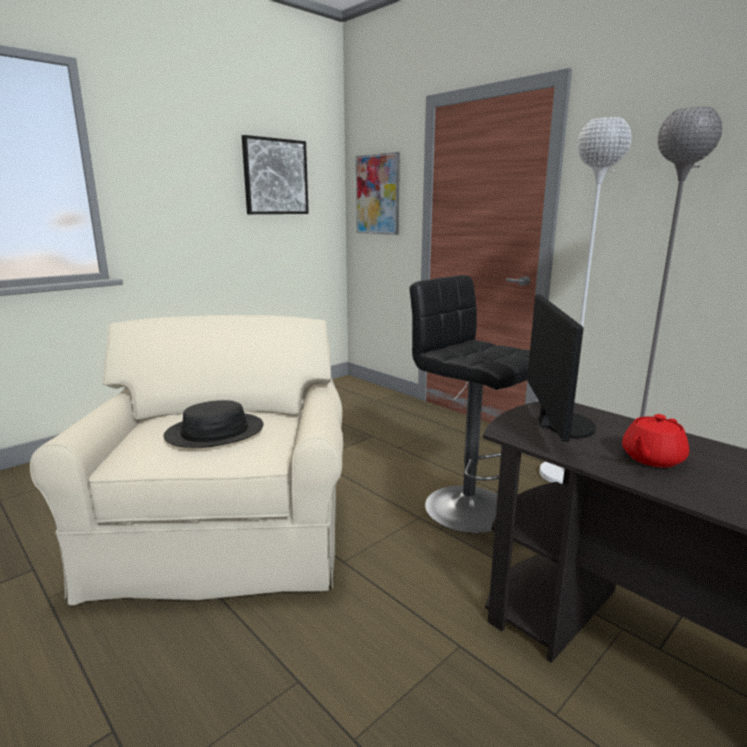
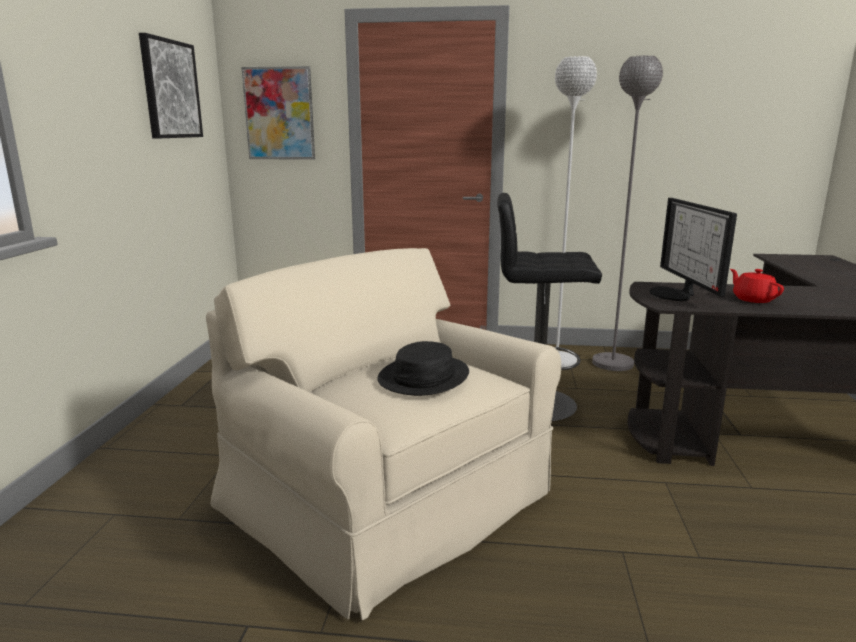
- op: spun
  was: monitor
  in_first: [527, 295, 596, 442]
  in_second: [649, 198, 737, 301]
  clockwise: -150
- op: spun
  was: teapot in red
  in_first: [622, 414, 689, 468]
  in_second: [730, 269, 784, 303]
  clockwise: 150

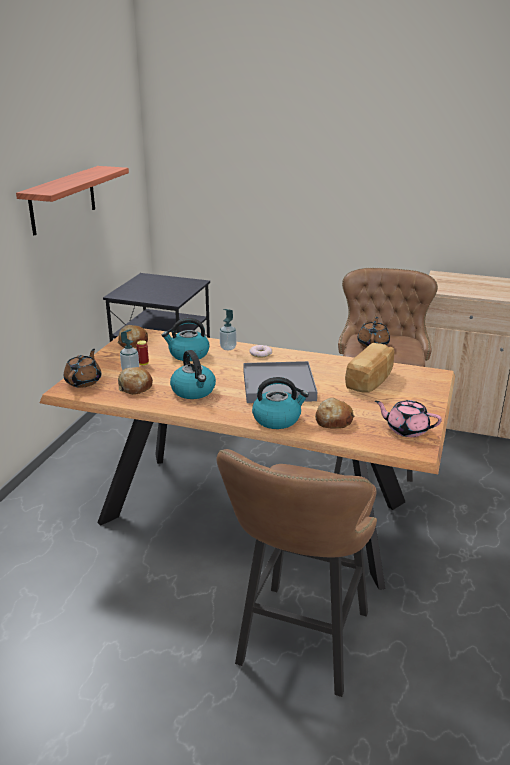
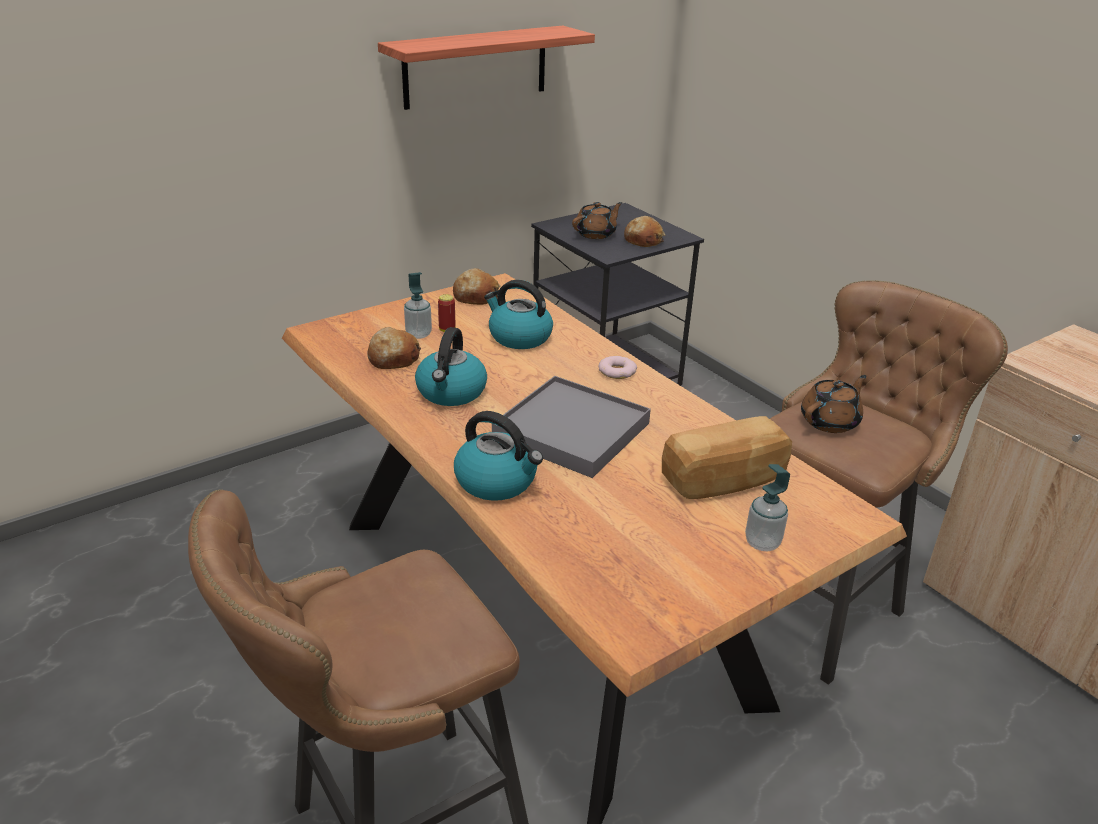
- op: relocated
  was: soap dispenser
  in_first: [220, 309, 237, 350]
  in_second: [745, 464, 790, 551]
- op: relocated
  was: teapot in brown
  in_first: [64, 349, 101, 388]
  in_second: [572, 202, 623, 239]
- op: relocated
  was: bread
  in_first: [315, 398, 354, 429]
  in_second: [624, 216, 665, 247]
- op: missing
  was: teapot in pink
  in_first: [375, 400, 442, 437]

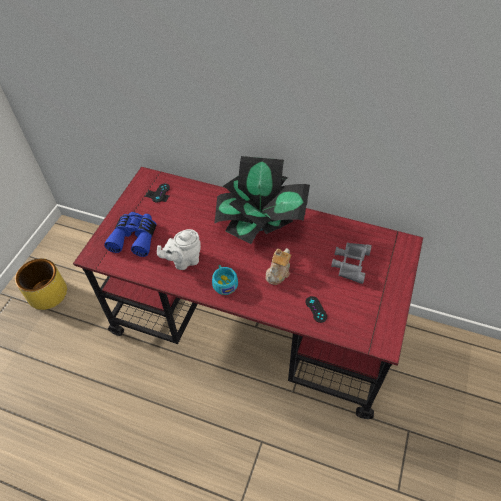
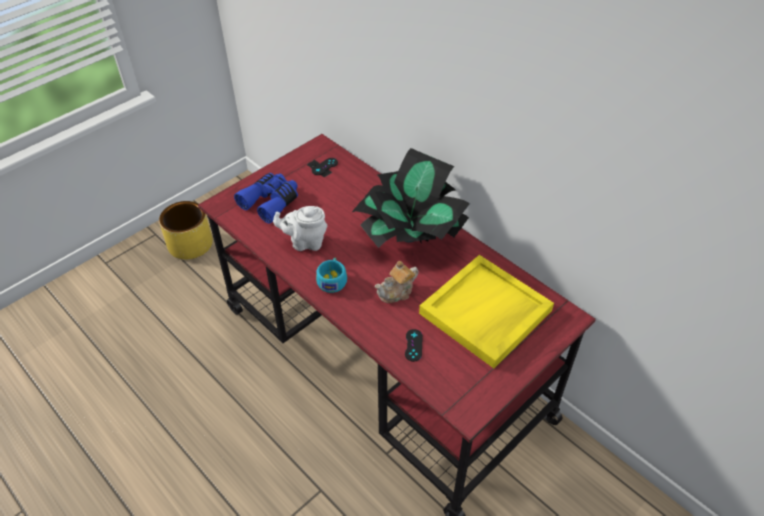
- op: exchanged
  was: binoculars in grey
  now: tray in yellow
  in_first: [331, 242, 372, 284]
  in_second: [419, 255, 554, 368]

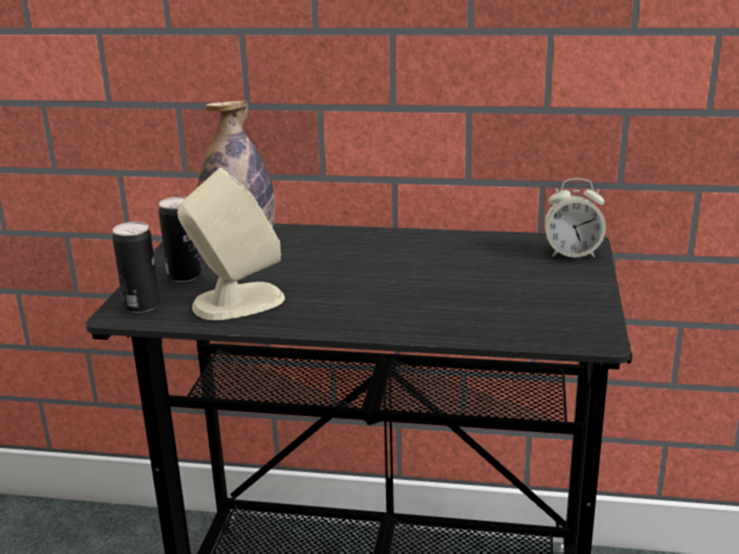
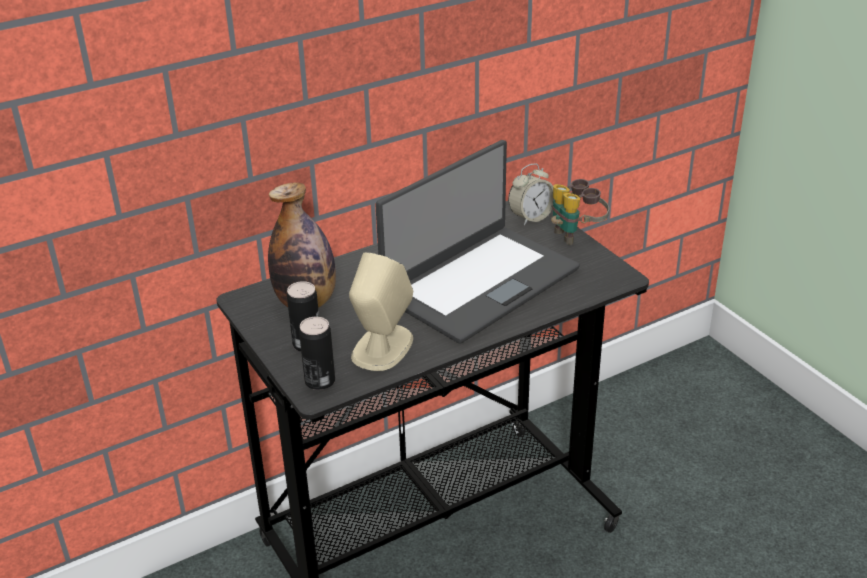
- op: appeared
  now: laptop
  in_second: [375, 140, 580, 344]
- op: appeared
  now: binoculars
  in_second: [551, 179, 609, 245]

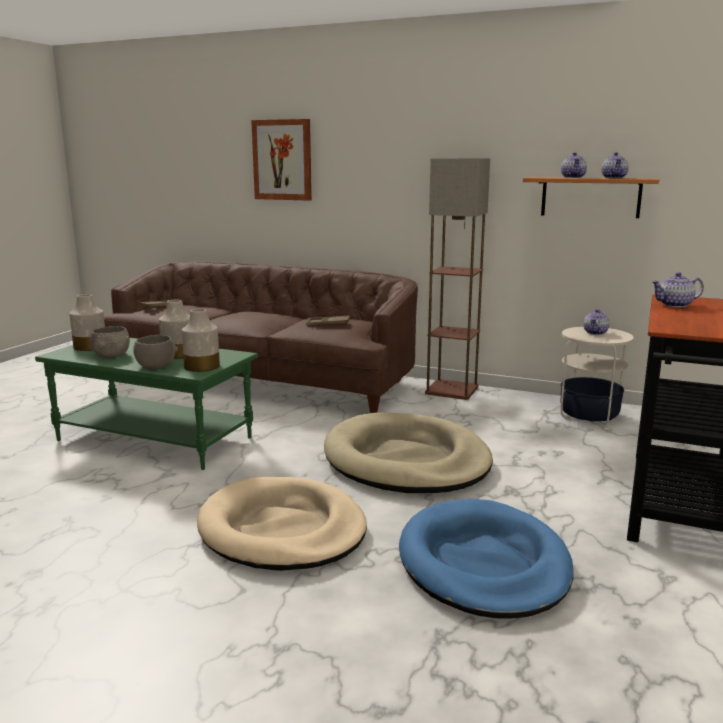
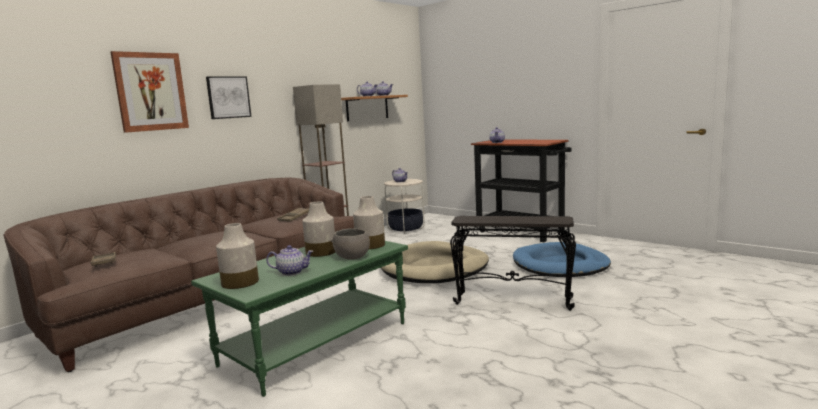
- op: exchanged
  was: bowl in grey
  now: teapot
  in_first: [90, 326, 130, 357]
  in_second: [266, 245, 314, 276]
- op: exchanged
  was: dog bed in beige
  now: side table in black
  in_first: [197, 477, 367, 571]
  in_second: [450, 216, 576, 311]
- op: appeared
  now: picture
  in_second: [206, 76, 251, 119]

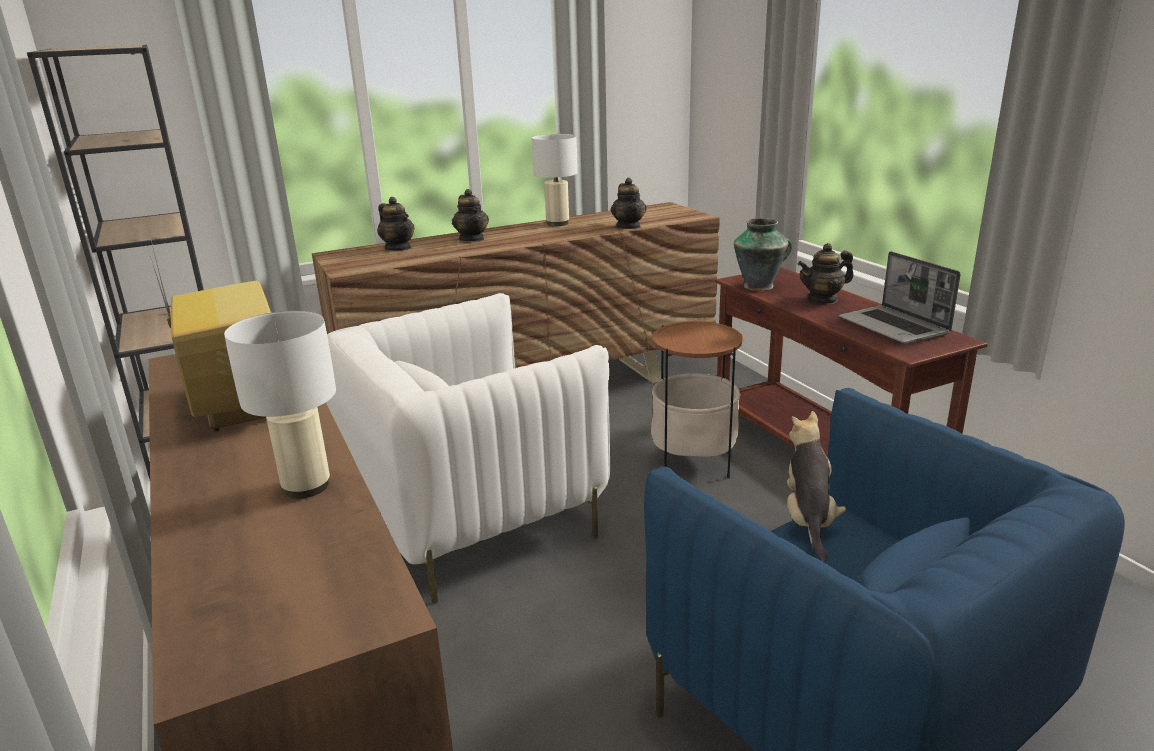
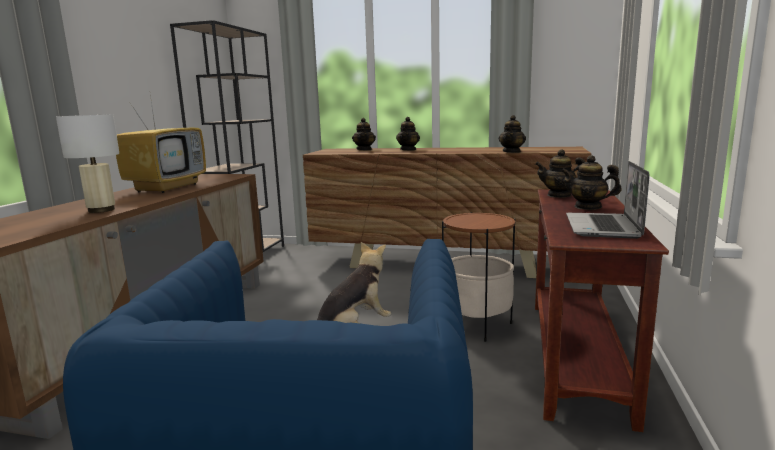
- op: missing
  was: table lamp in white
  in_first: [532, 134, 578, 226]
- op: exchanged
  was: vase
  now: teapot
  in_first: [734, 218, 792, 291]
  in_second: [535, 149, 585, 198]
- op: missing
  was: armchair in white
  in_first: [326, 293, 610, 604]

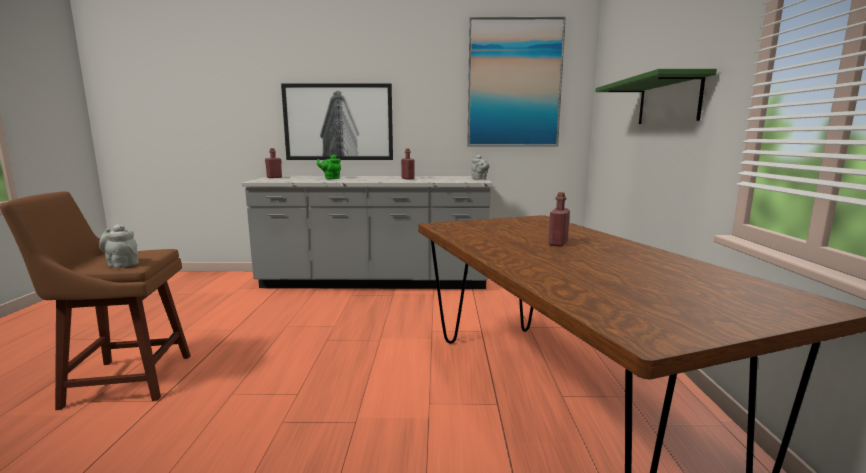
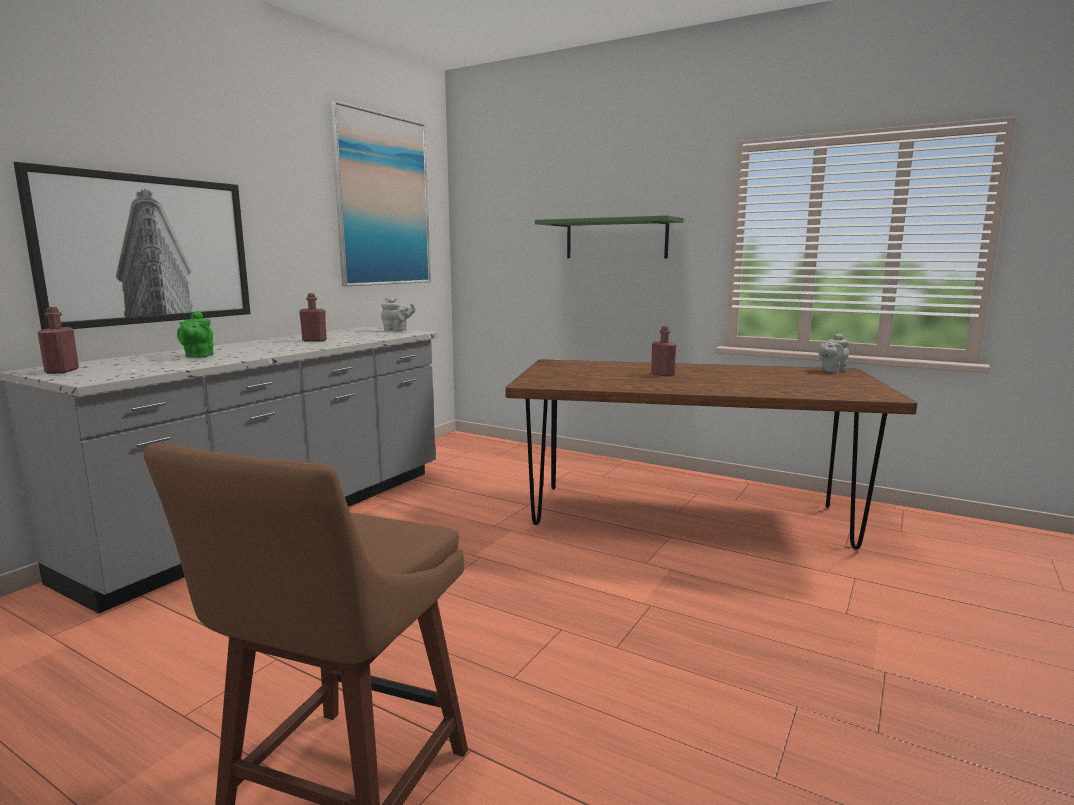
- op: relocated
  was: teapot in grey
  in_first: [99, 224, 139, 268]
  in_second: [818, 334, 849, 373]

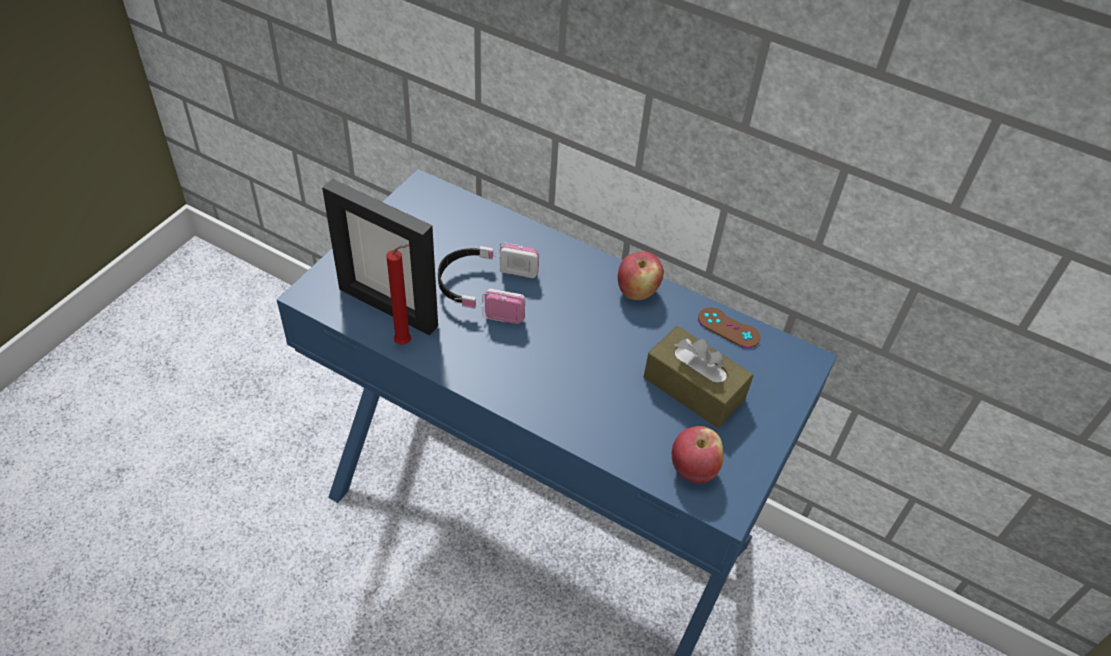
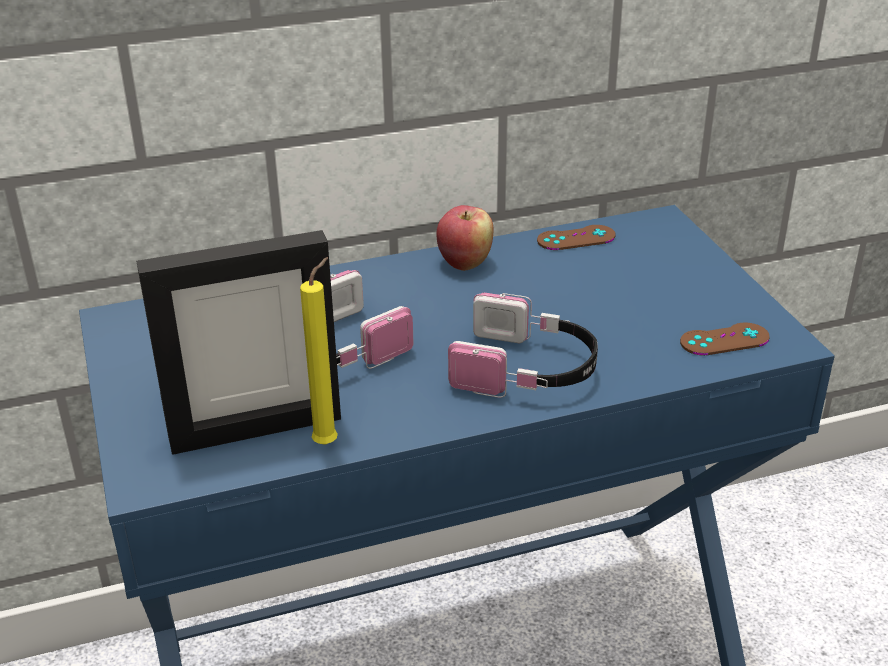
- op: colour
  was: candle in red
  now: candle in yellow
  in_first: [386, 244, 411, 345]
  in_second: [300, 257, 338, 445]
- op: missing
  was: tissue box in brown
  in_first: [644, 326, 754, 428]
- op: exchanged
  was: apple
  now: game controller in brown
  in_first: [672, 426, 724, 484]
  in_second: [680, 323, 770, 356]
- op: appeared
  now: headphones
  in_second: [448, 293, 598, 398]

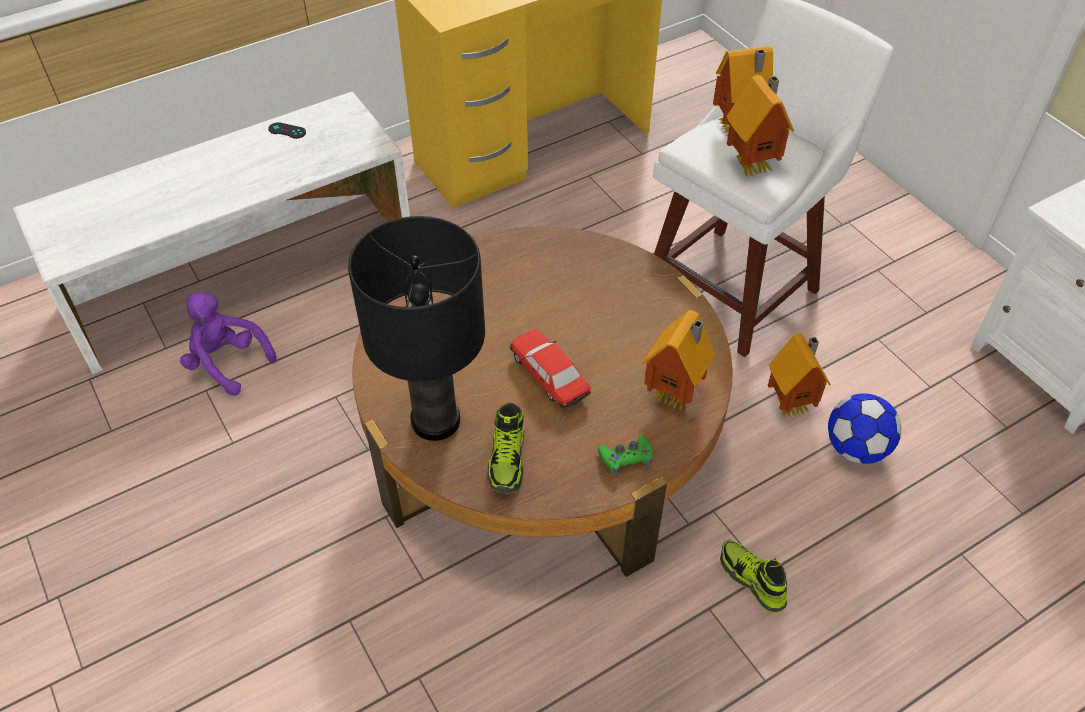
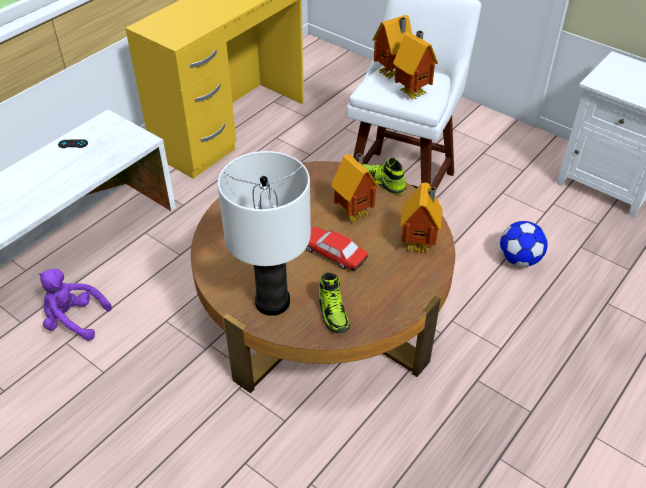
- op: colour
  was: table lamp in black
  now: table lamp in white
  in_first: [348, 216, 485, 441]
  in_second: [218, 151, 311, 316]
- op: relocated
  was: toy house
  in_first: [768, 333, 831, 418]
  in_second: [331, 153, 379, 222]
- op: missing
  was: game controller in green
  in_first: [598, 435, 652, 475]
- op: relocated
  was: shoe
  in_first: [720, 540, 787, 613]
  in_second: [363, 158, 406, 195]

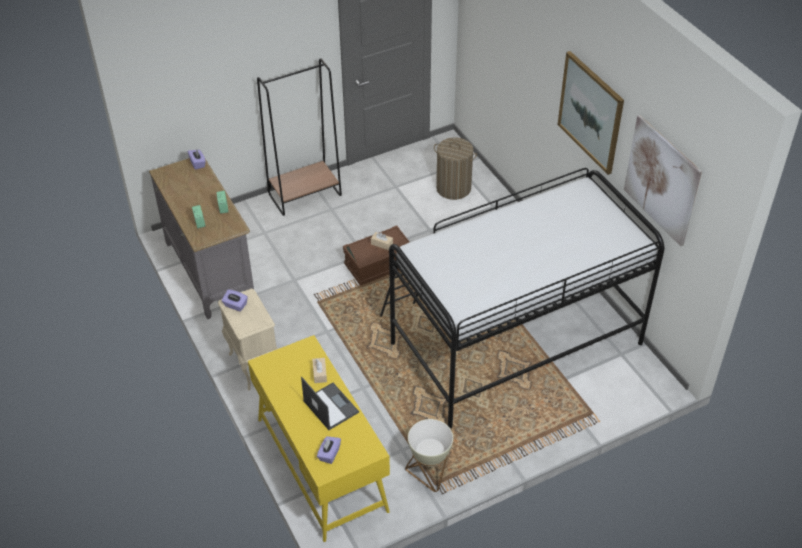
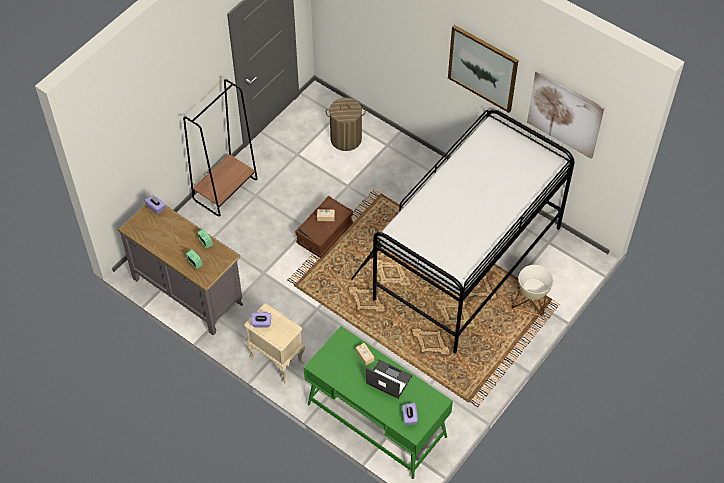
- op: colour
  was: desk in yellow
  now: desk in green
  in_first: [248, 335, 390, 542]
  in_second: [304, 326, 453, 479]
- op: relocated
  was: planter
  in_first: [405, 419, 453, 492]
  in_second: [512, 265, 553, 316]

